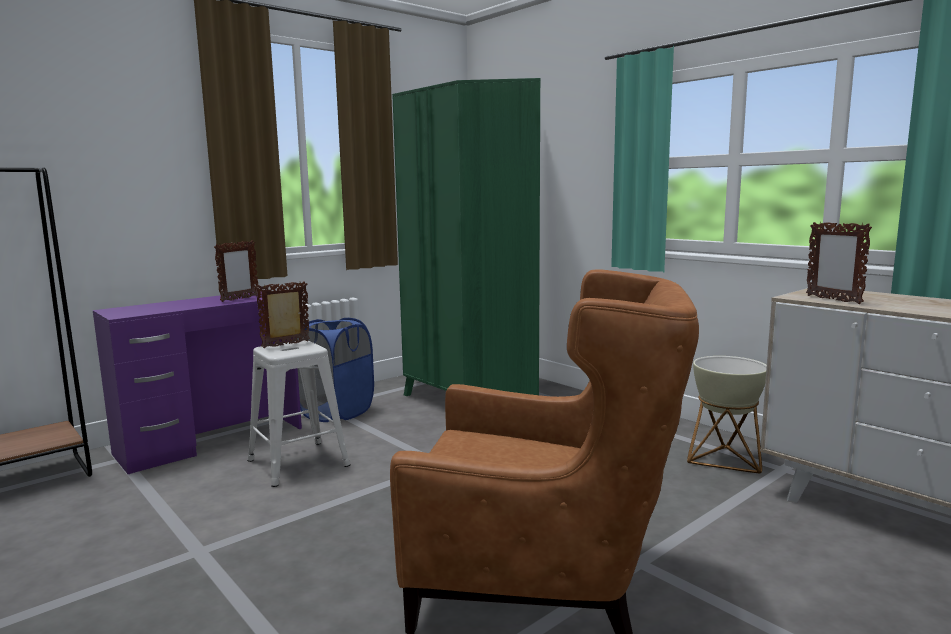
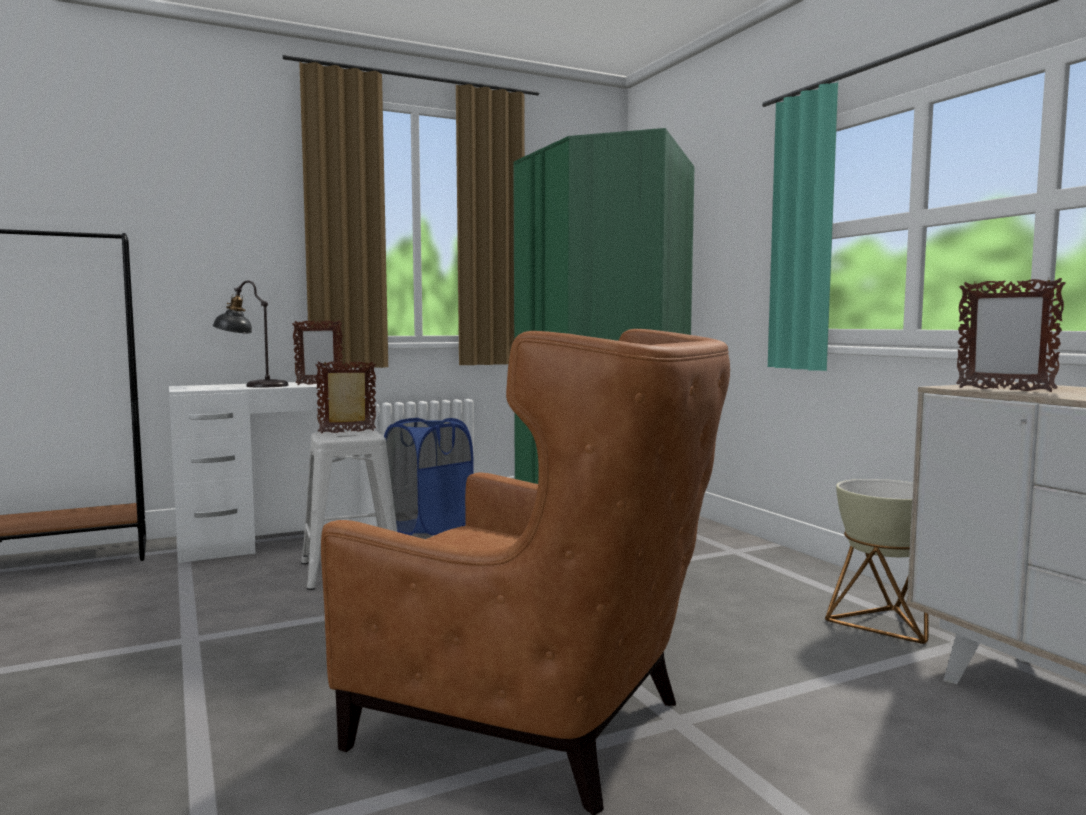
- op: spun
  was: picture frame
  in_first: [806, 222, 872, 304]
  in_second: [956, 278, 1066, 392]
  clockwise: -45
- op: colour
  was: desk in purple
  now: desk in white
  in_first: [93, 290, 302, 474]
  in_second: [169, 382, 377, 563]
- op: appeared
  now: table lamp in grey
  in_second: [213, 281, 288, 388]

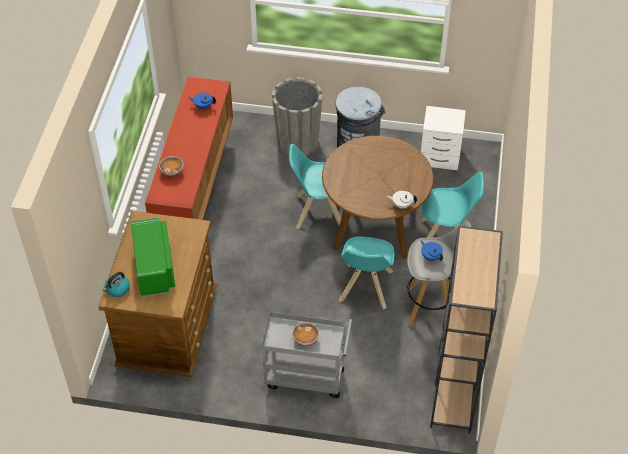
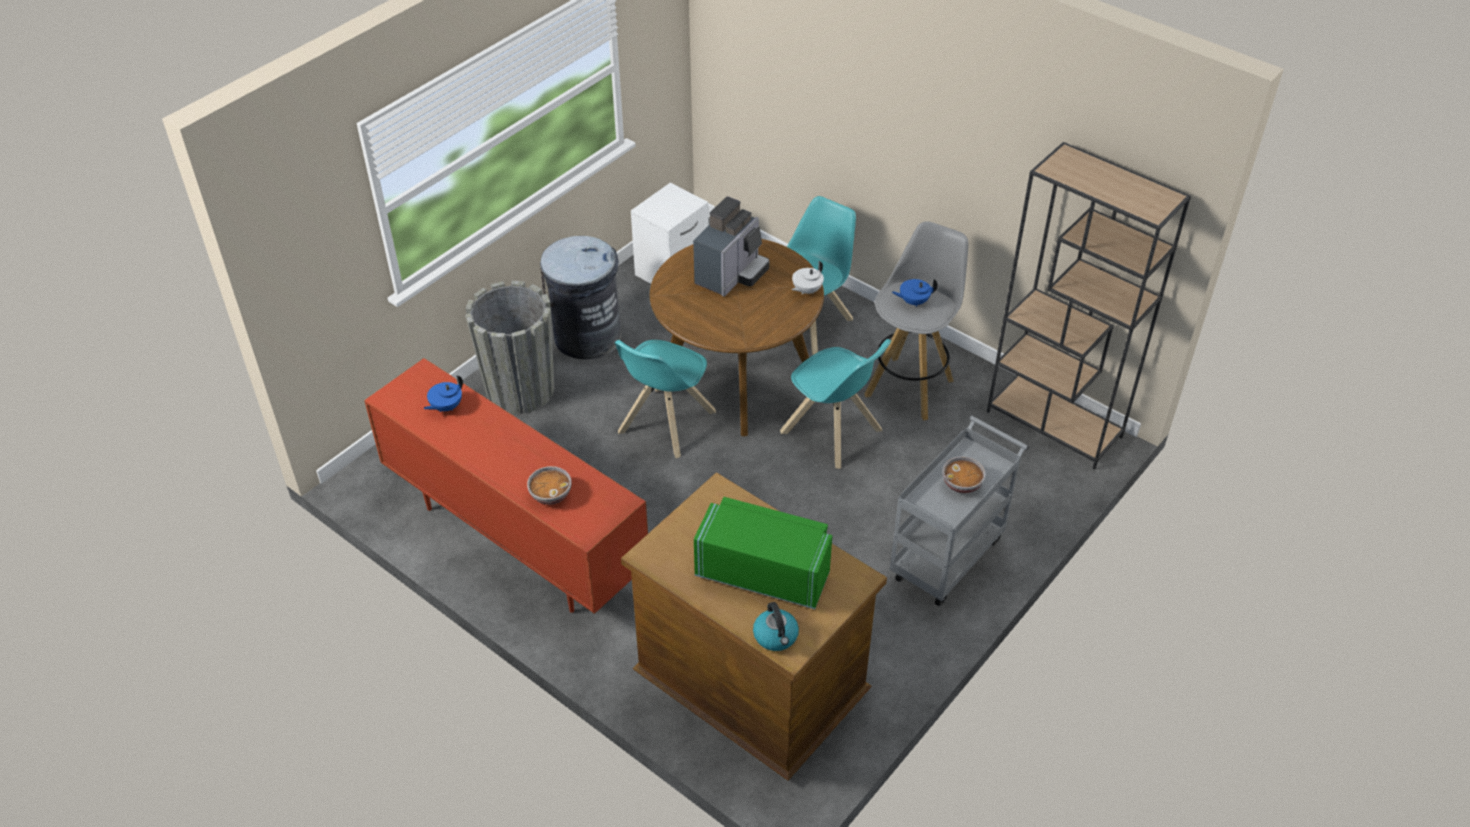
- op: appeared
  now: coffee machine
  in_second: [693, 197, 769, 297]

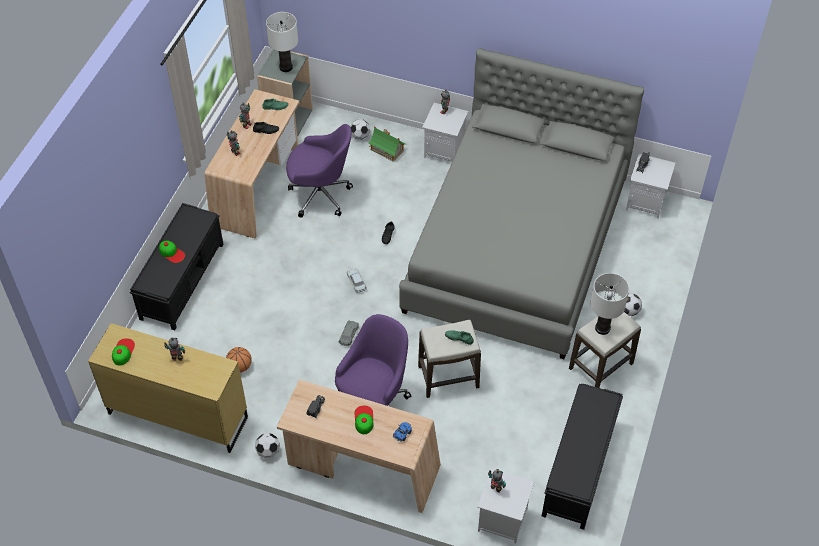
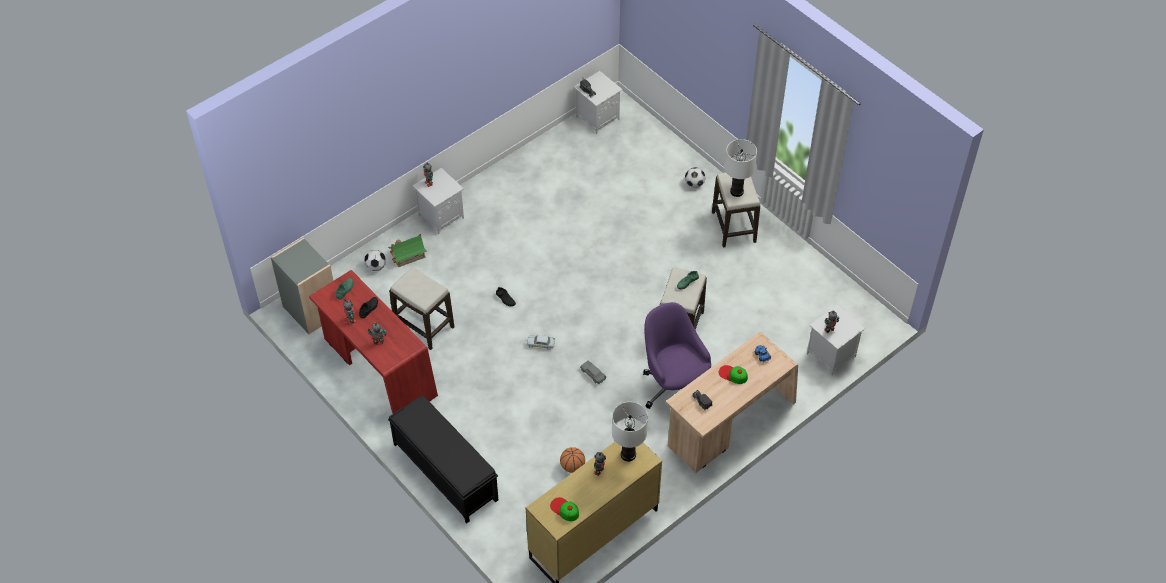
- op: relocated
  was: table lamp in white
  in_first: [266, 12, 298, 72]
  in_second: [612, 402, 648, 462]
- op: missing
  was: bed in grey
  in_first: [399, 48, 644, 359]
- op: colour
  was: desk in beige
  now: desk in red
  in_first: [205, 89, 299, 238]
  in_second: [309, 270, 438, 414]
- op: exchanged
  was: office chair in purple
  now: stool
  in_first: [286, 124, 353, 218]
  in_second: [389, 267, 454, 350]
- op: missing
  was: cap
  in_first: [159, 240, 185, 263]
- op: missing
  was: bench in black
  in_first: [542, 384, 623, 530]
- op: missing
  was: football
  in_first: [255, 433, 280, 458]

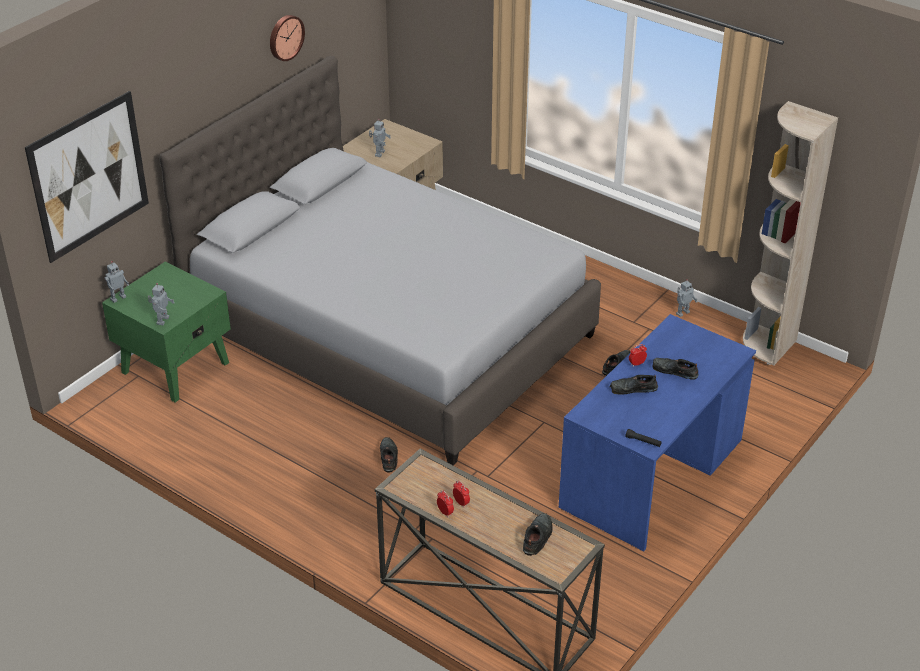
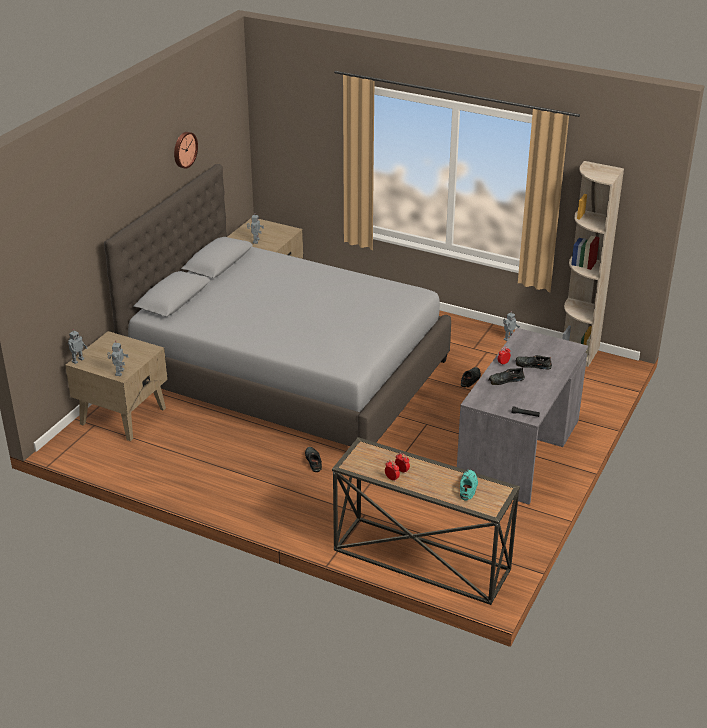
- op: missing
  was: picture
  in_first: [25, 91, 149, 263]
- op: colour
  was: nightstand in green
  now: nightstand in beige
  in_first: [102, 262, 231, 402]
  in_second: [65, 331, 168, 441]
- op: colour
  was: desk in blue
  now: desk in grey
  in_first: [559, 314, 756, 551]
  in_second: [457, 328, 588, 505]
- op: colour
  was: shoe in black
  now: shoe in turquoise
  in_first: [523, 513, 553, 556]
  in_second: [460, 469, 478, 501]

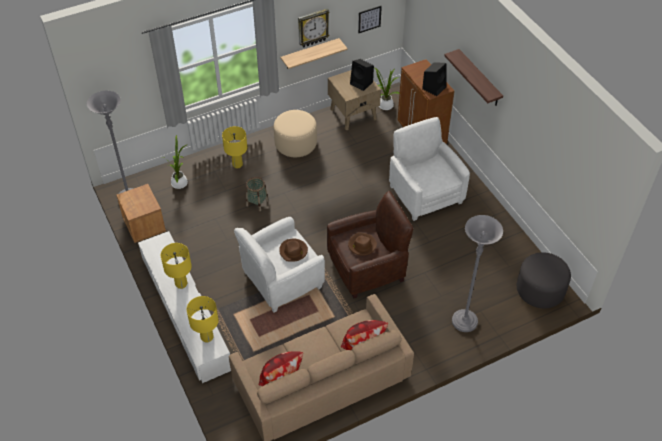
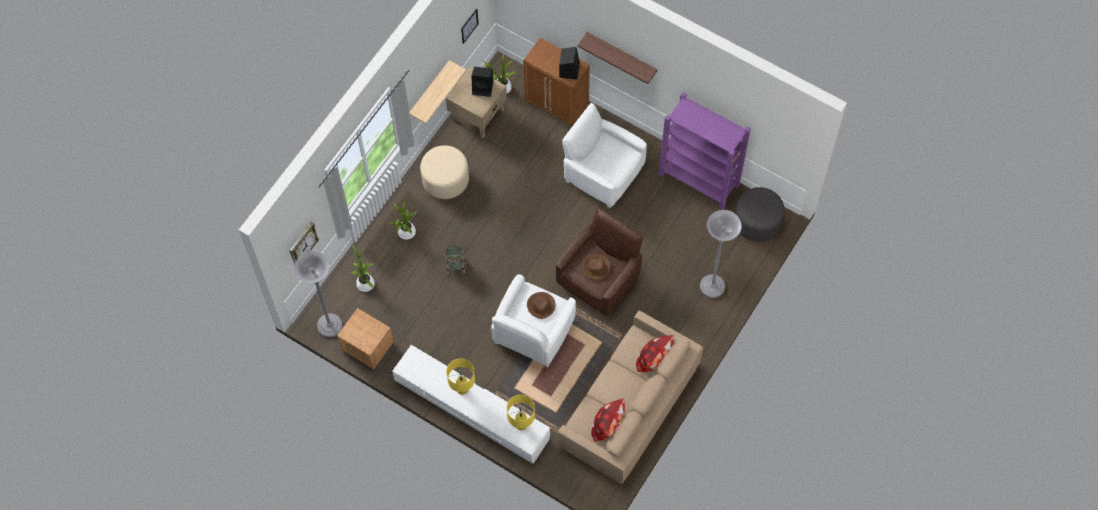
- op: relocated
  was: wall clock
  in_first: [298, 8, 330, 48]
  in_second: [289, 222, 319, 266]
- op: exchanged
  was: table lamp in yellow
  now: potted plant
  in_first: [222, 126, 247, 168]
  in_second: [388, 201, 416, 239]
- op: appeared
  now: bookcase in purple
  in_second: [659, 92, 751, 210]

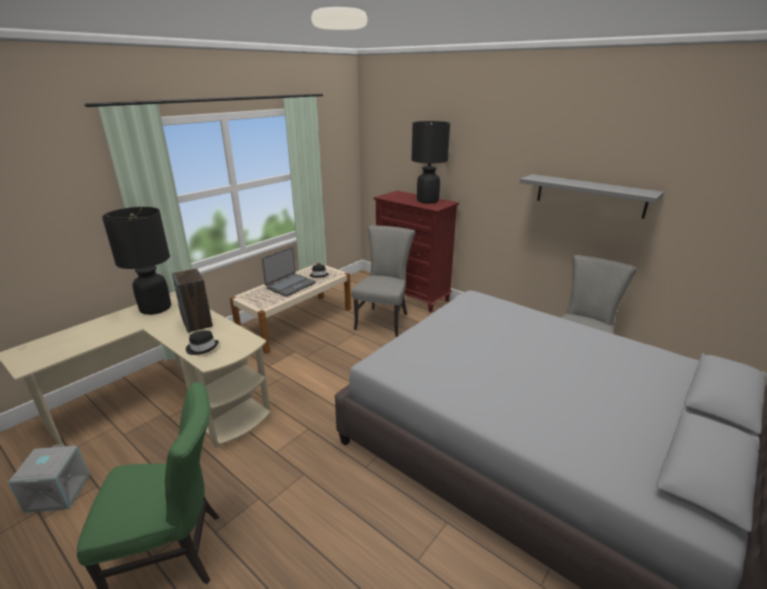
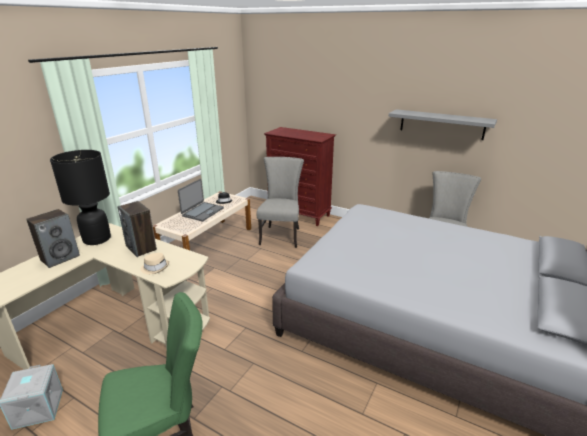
- op: missing
  was: table lamp in black
  in_first: [411, 121, 450, 203]
- op: colour
  was: hat in black
  now: hat in beige
  in_first: [186, 331, 219, 355]
  in_second: [140, 253, 169, 274]
- op: appeared
  now: speaker
  in_second: [26, 209, 80, 268]

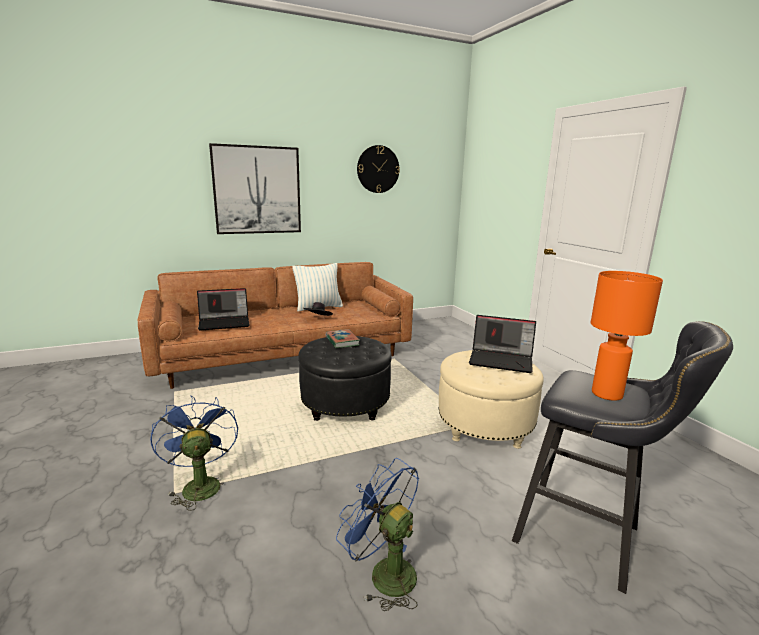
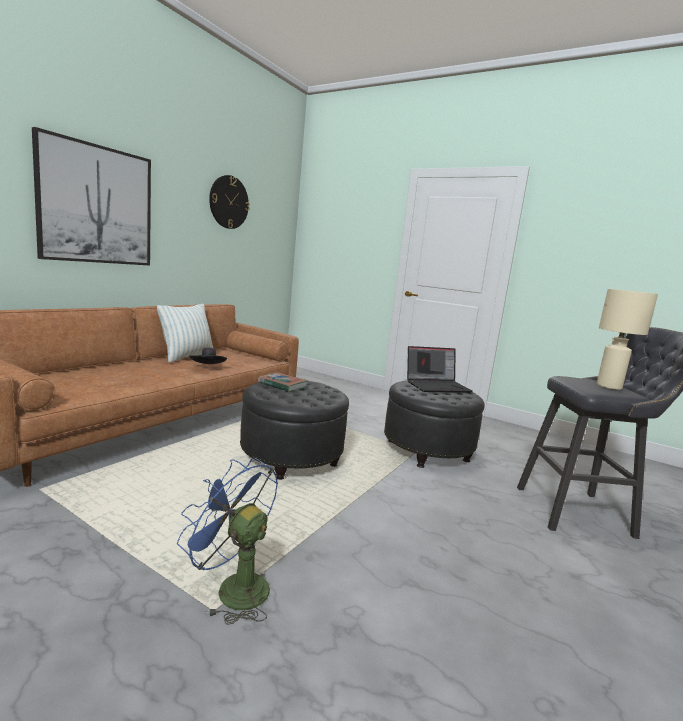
- op: colour
  was: table lamp in orange
  now: table lamp in beige
  in_first: [591, 271, 663, 401]
  in_second: [597, 289, 658, 390]
- op: missing
  was: laptop
  in_first: [197, 288, 250, 331]
- op: colour
  was: ottoman in beige
  now: ottoman in black
  in_first: [439, 350, 544, 449]
  in_second: [384, 380, 485, 468]
- op: missing
  was: fan in blue
  in_first: [336, 458, 419, 611]

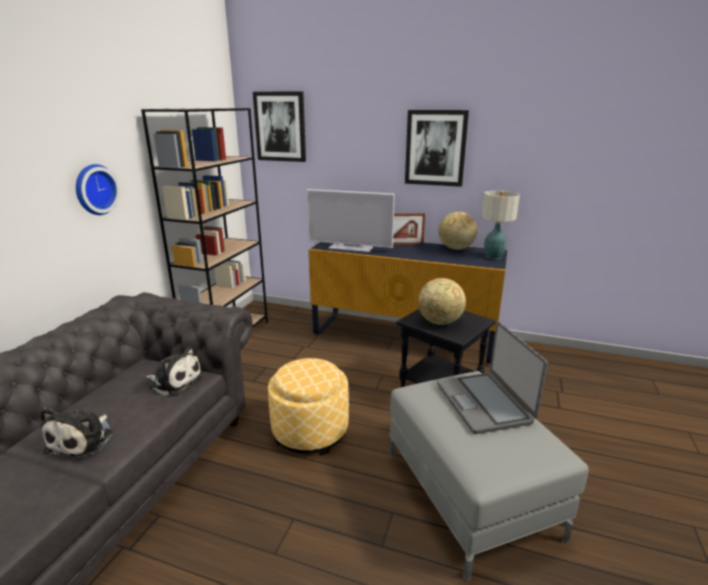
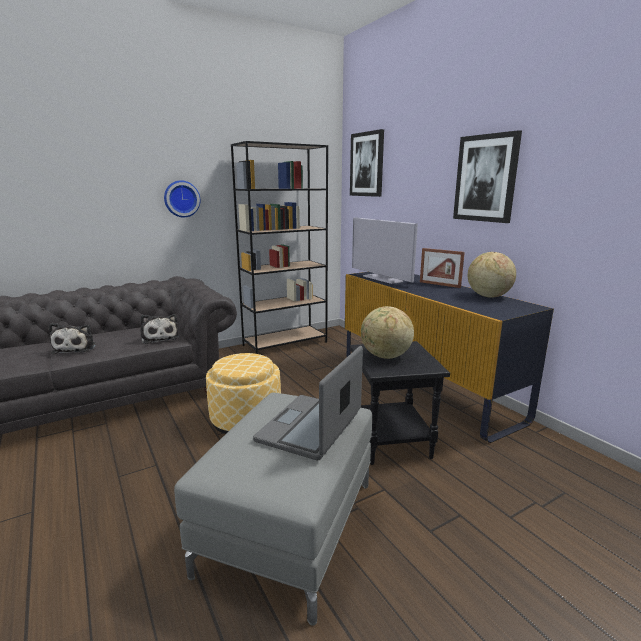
- op: missing
  was: table lamp
  in_first: [481, 191, 520, 260]
- op: spun
  was: plush toy
  in_first: [41, 407, 113, 459]
  in_second: [49, 323, 96, 354]
  clockwise: -60

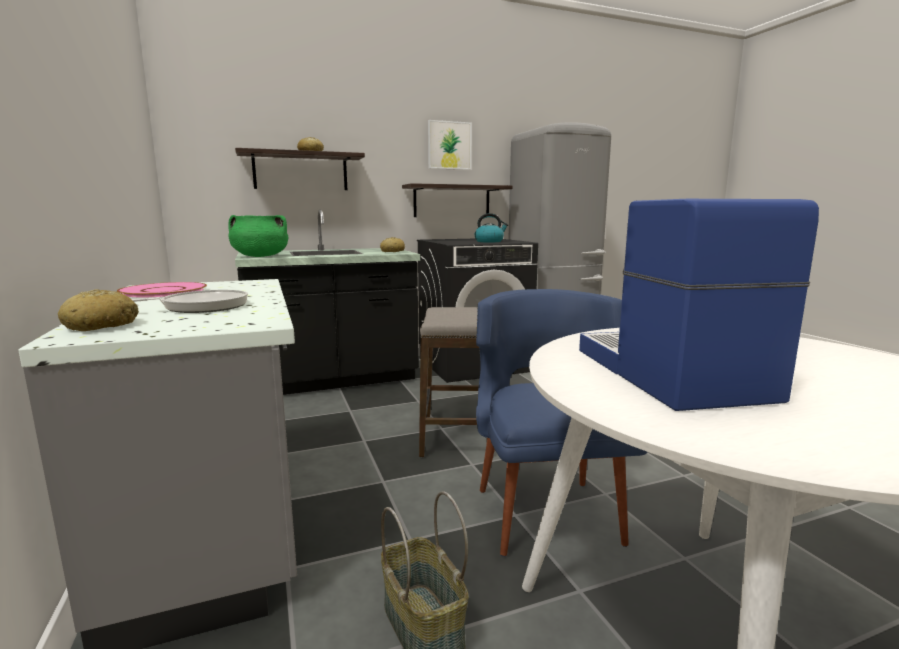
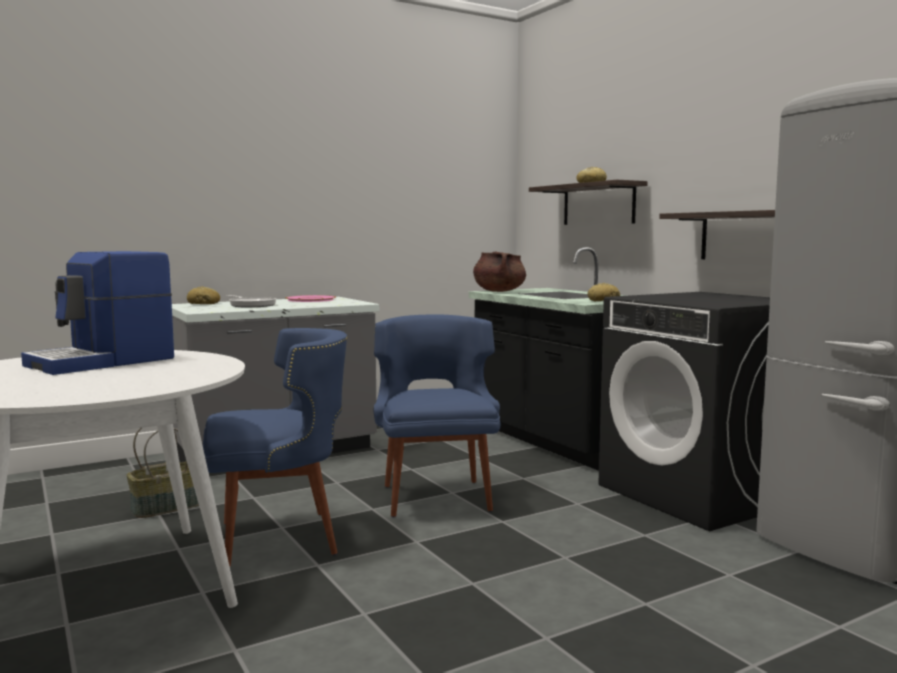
- op: missing
  was: picture
  in_first: [428, 120, 472, 170]
- op: spun
  was: coffee machine
  in_first: [579, 199, 819, 411]
  in_second: [21, 251, 174, 375]
  clockwise: 150
- op: missing
  was: kettle
  in_first: [475, 213, 508, 242]
- op: colour
  was: cooking pot in green
  now: cooking pot in brown
  in_first: [228, 215, 288, 257]
  in_second: [473, 251, 526, 292]
- op: exchanged
  was: stool
  now: chair in blue
  in_first: [419, 307, 487, 457]
  in_second: [374, 314, 500, 517]

